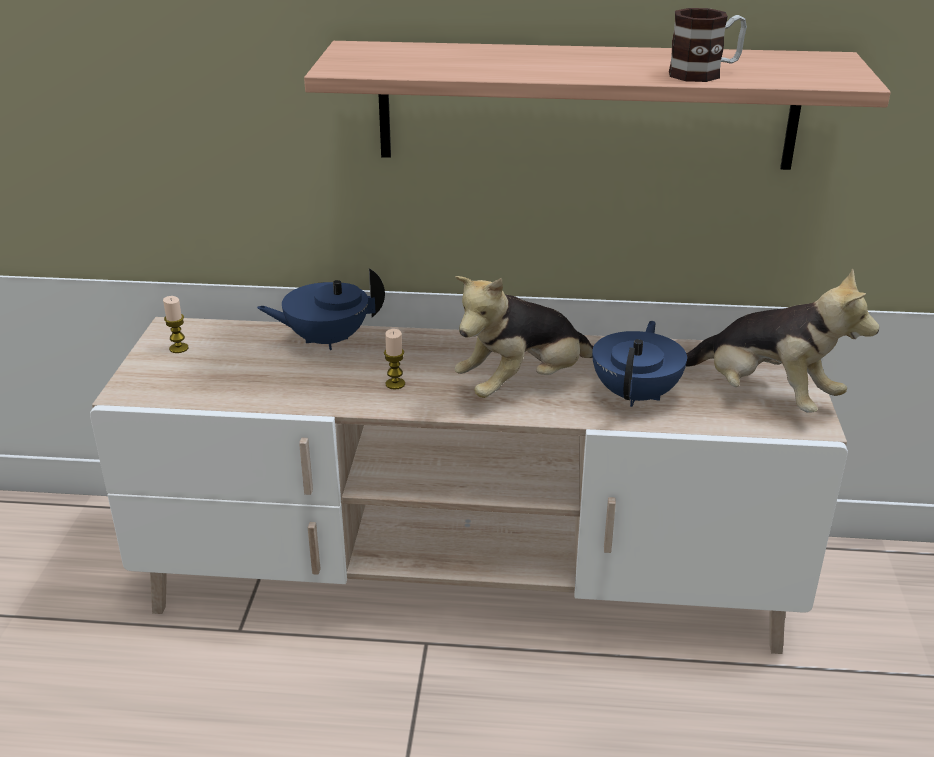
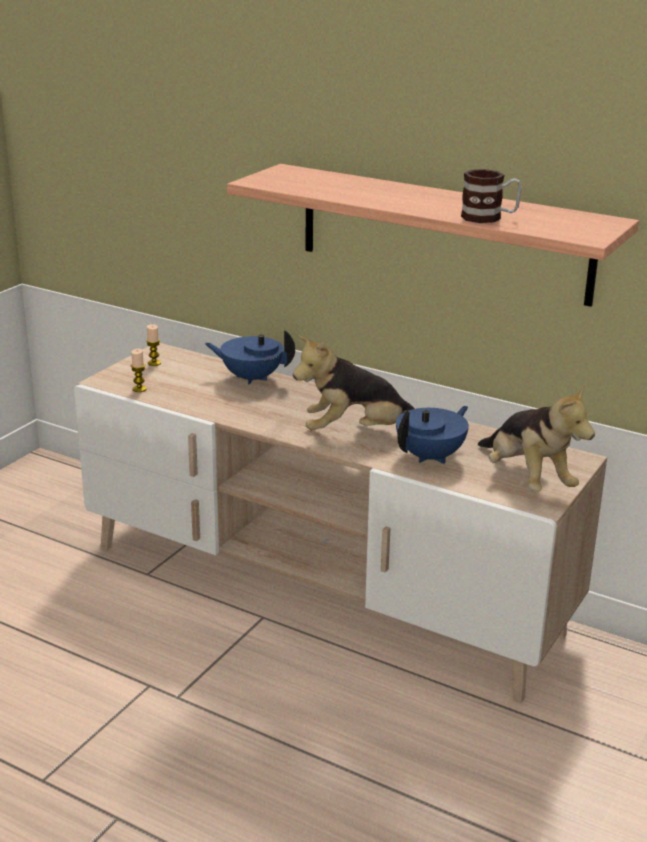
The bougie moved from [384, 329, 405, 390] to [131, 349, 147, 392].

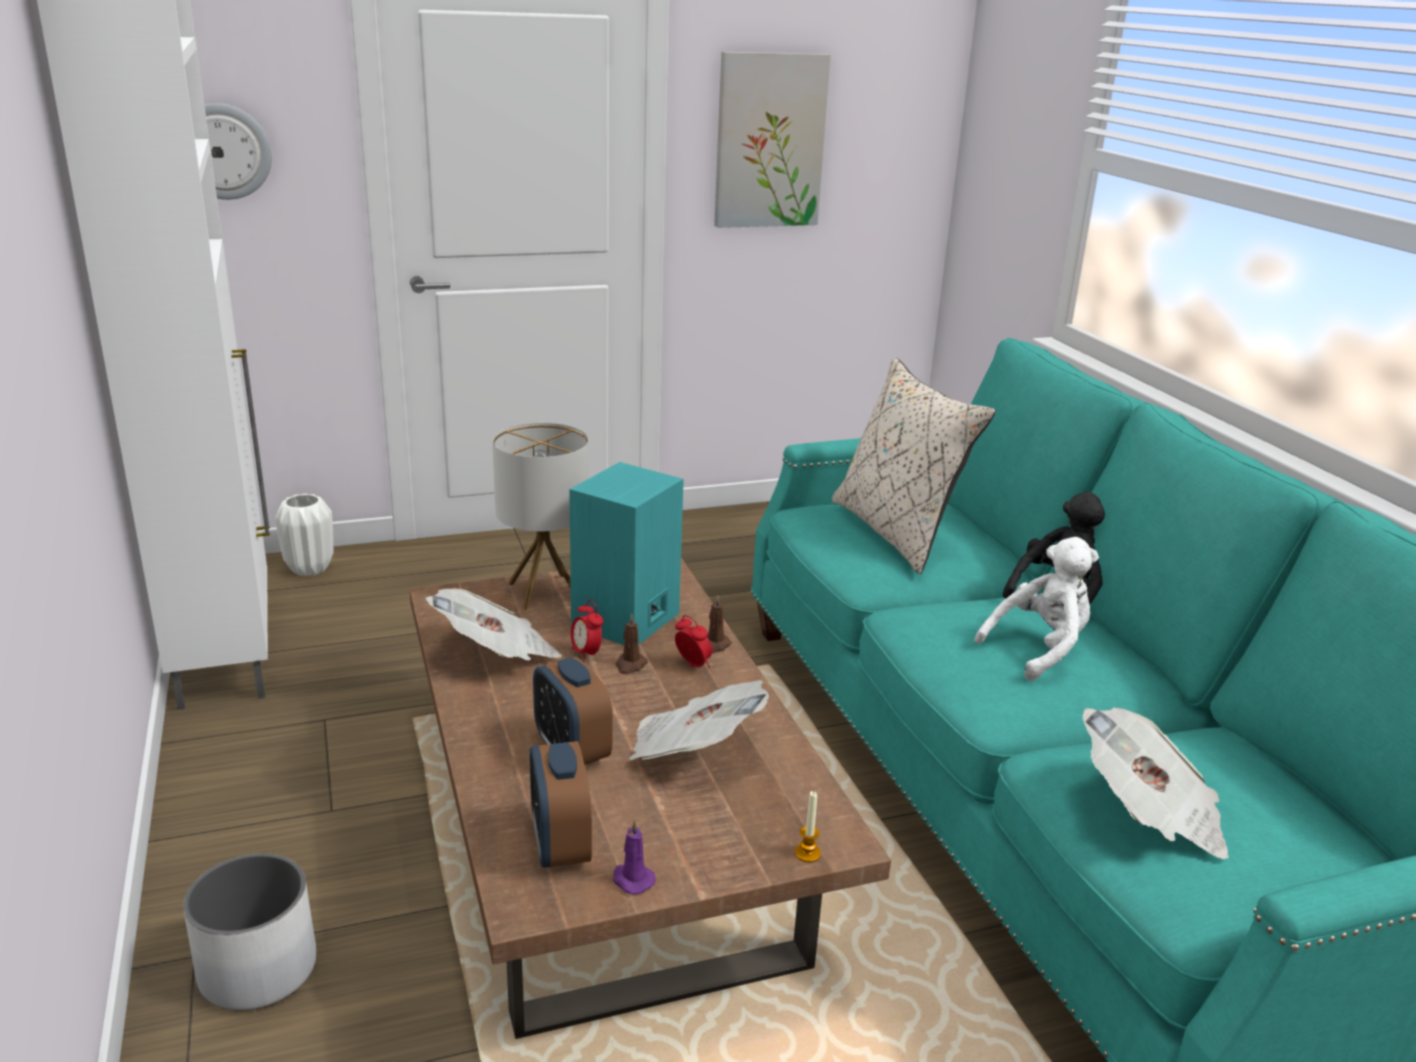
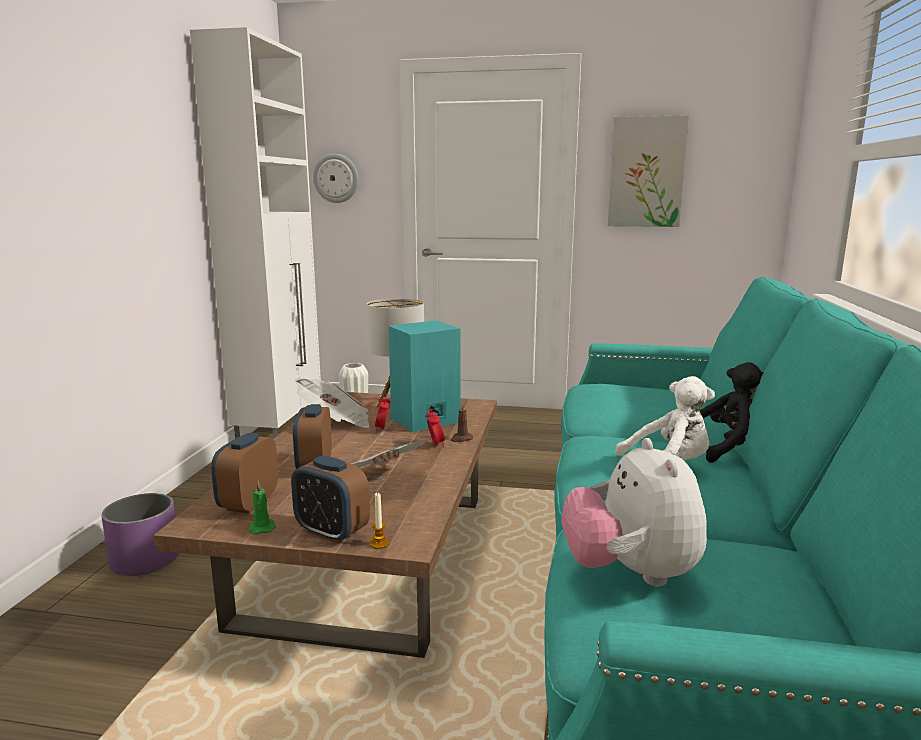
The coussin [beige] at [832, 357, 996, 574] disappeared.
The bougie [marron] at [616, 613, 648, 674] disappeared.
The journal at [1082, 707, 1229, 859] was replaced by the peluche at [561, 438, 707, 586].
The bougie [violet] at [613, 819, 656, 894] became the bougie [vert] at [248, 481, 276, 534].
The cache-pot [blanc] at [183, 853, 316, 1010] became the cache-pot [violet] at [101, 493, 179, 576].
The réveil at [291, 456, 370, 544] appeared.

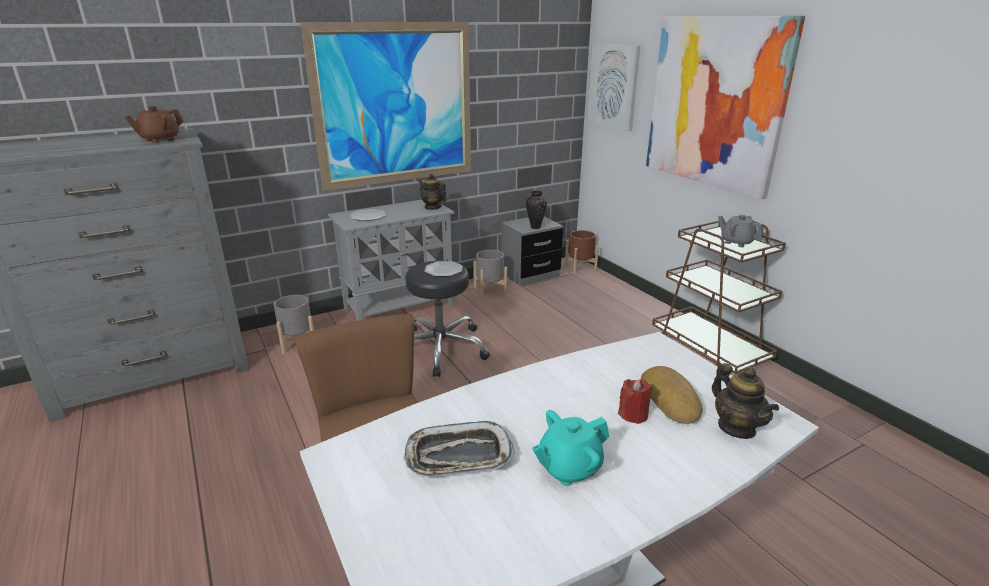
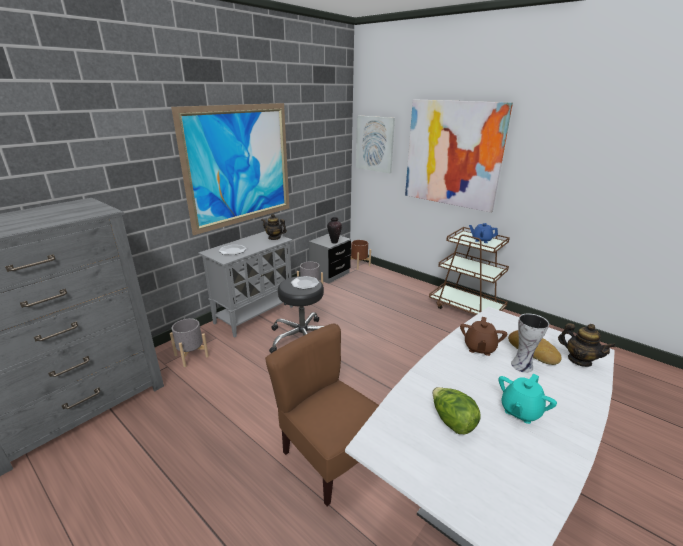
The théière [marron] moved from [125, 106, 183, 143] to [460, 317, 507, 356].
The théière [gris] at [718, 215, 763, 247] became the théière [bleu] at [469, 223, 498, 243].
The bougie [rouge] at [618, 379, 652, 424] was replaced by the vase at [511, 313, 549, 373].
The plateau at [404, 421, 515, 477] was replaced by the laitue at [433, 387, 481, 434].

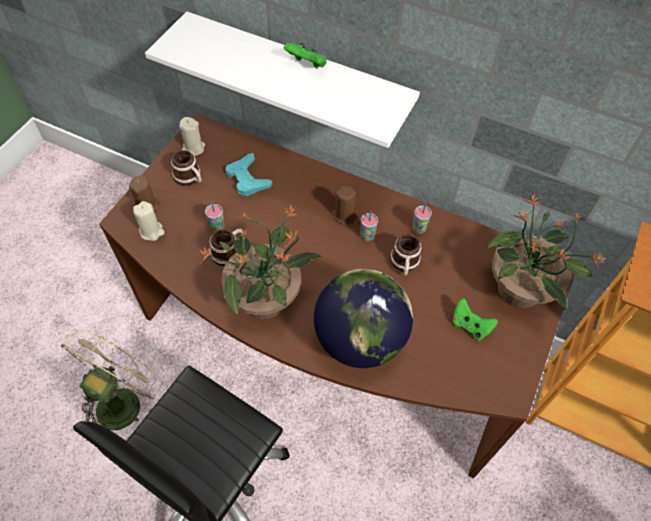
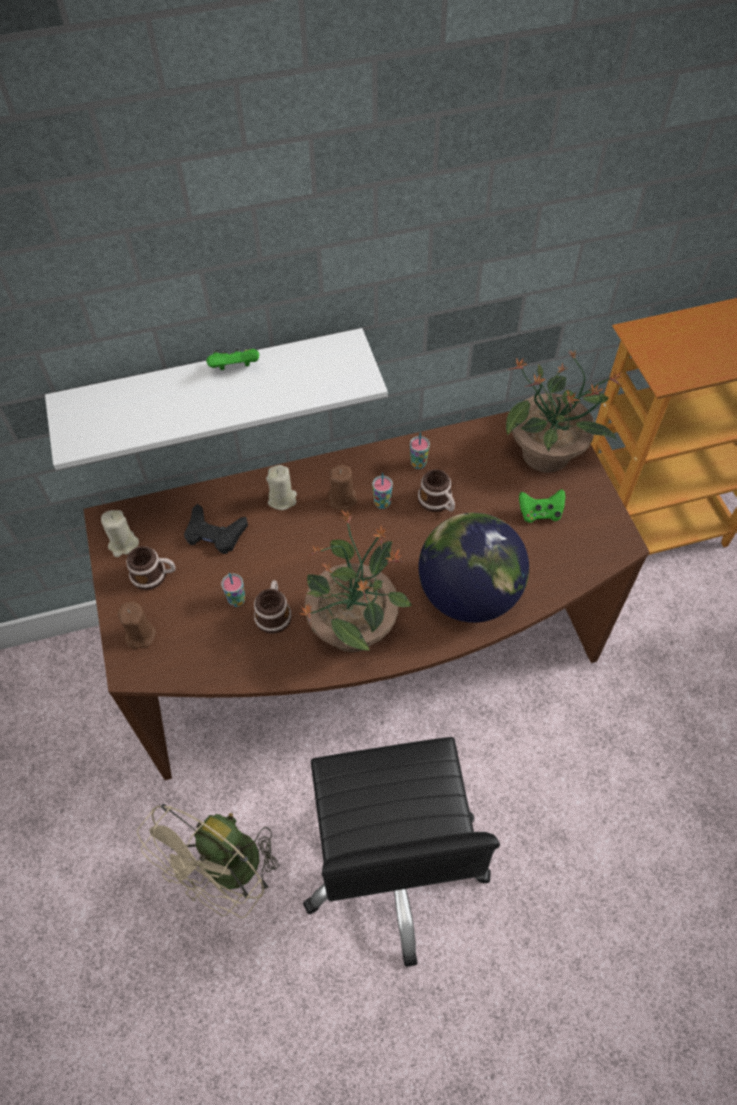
The manette [turquoise] at [226, 153, 272, 196] became the manette [noir] at [184, 504, 248, 554].
The bougie [beige] moved from [133, 201, 165, 241] to [266, 465, 297, 510].
The ventilateur [beige] at [61, 329, 163, 430] turned 135 degrees counterclockwise.

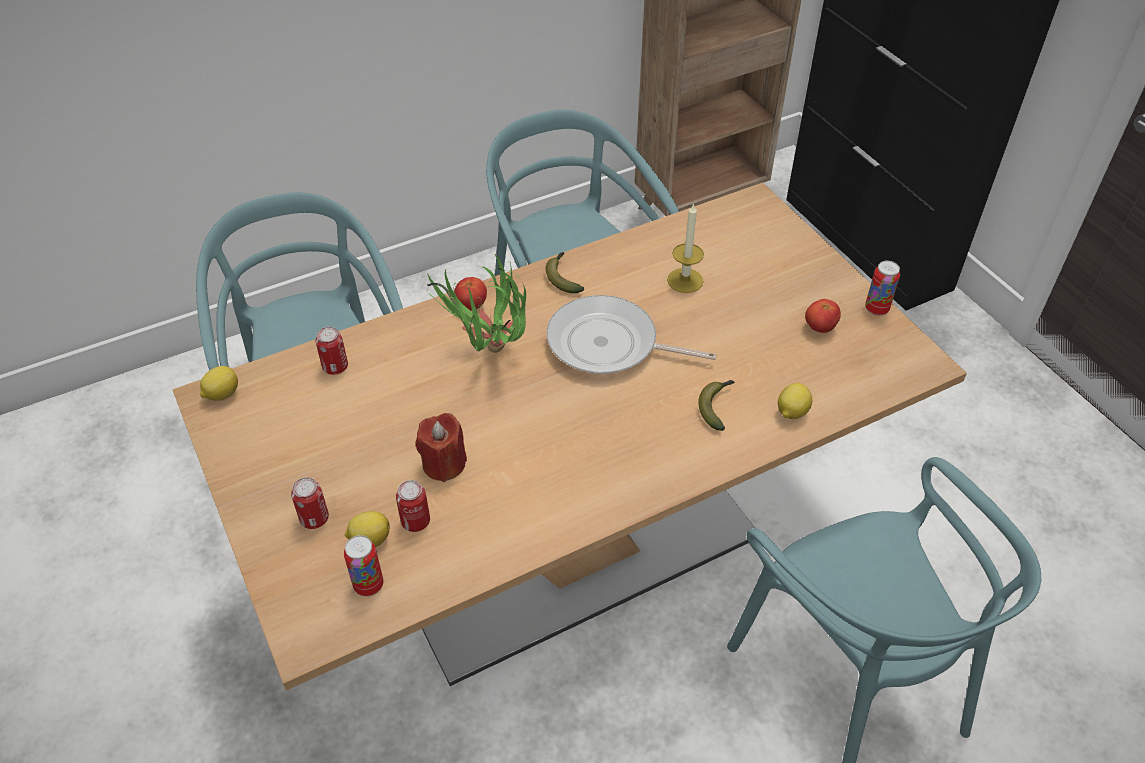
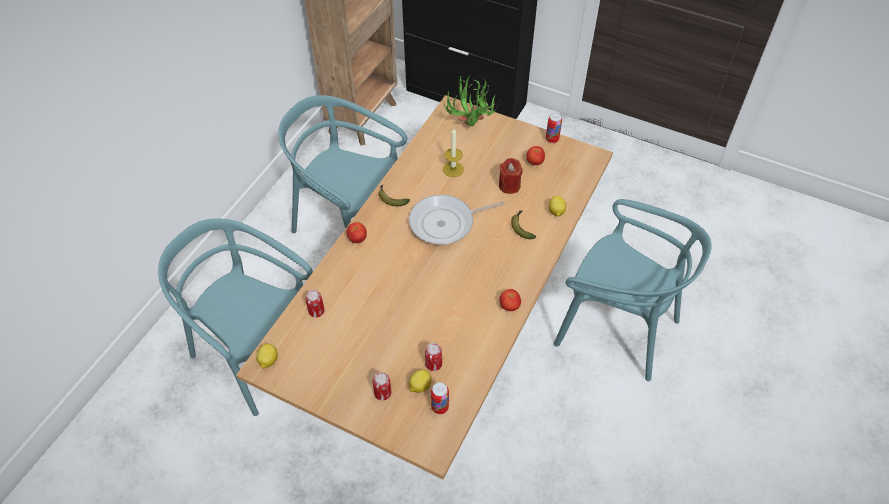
The plante en pot moved from [427, 254, 526, 353] to [443, 75, 499, 126].
The bougie [rouge] moved from [415, 413, 467, 482] to [499, 158, 523, 194].
The tomate at [500, 289, 521, 311] appeared.

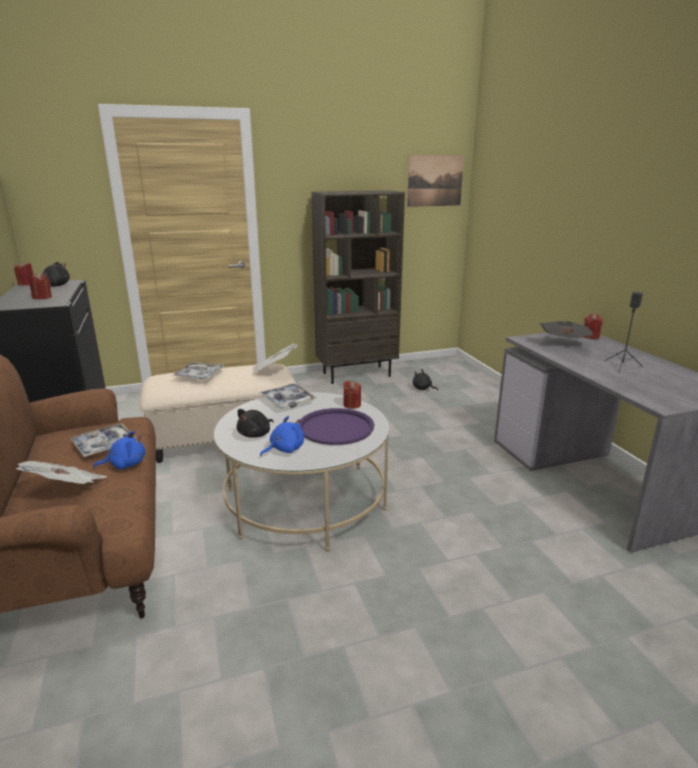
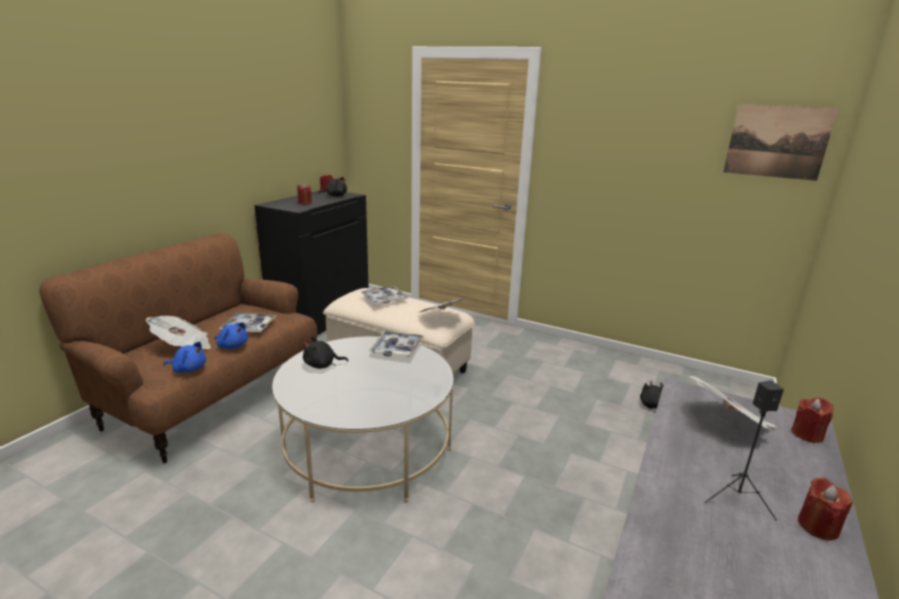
The bibliothèque [marron] at [311, 190, 405, 384] disappeared.
The bougie [rouge] moved from [343, 381, 361, 409] to [798, 477, 853, 541].
The plateau [violet] at [299, 408, 374, 445] disappeared.
The peluche [bleu] moved from [260, 416, 304, 456] to [163, 341, 206, 373].

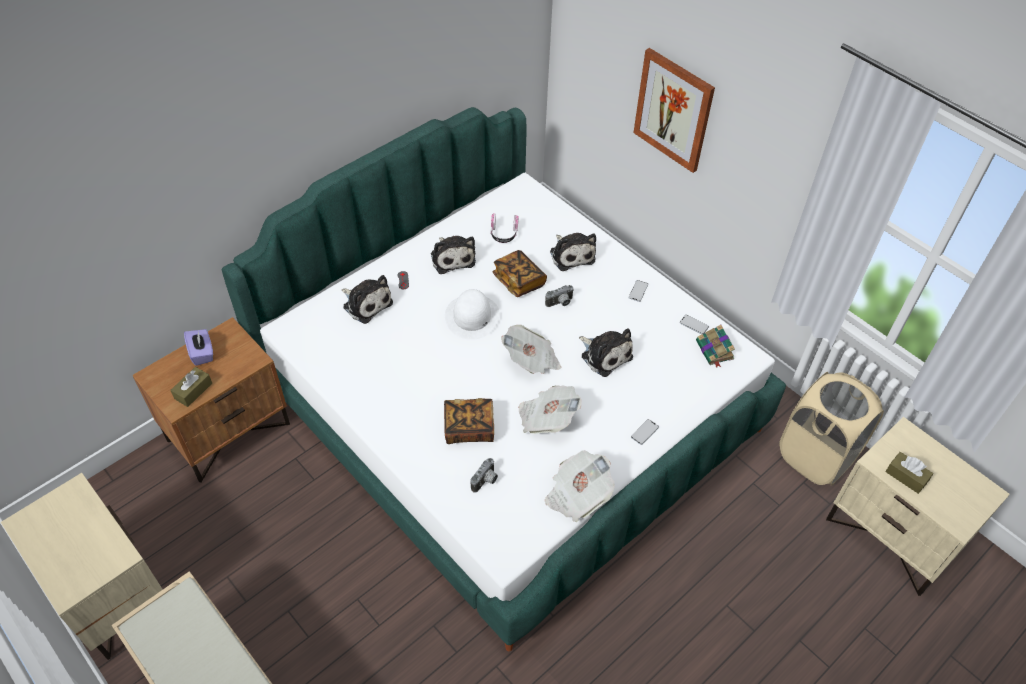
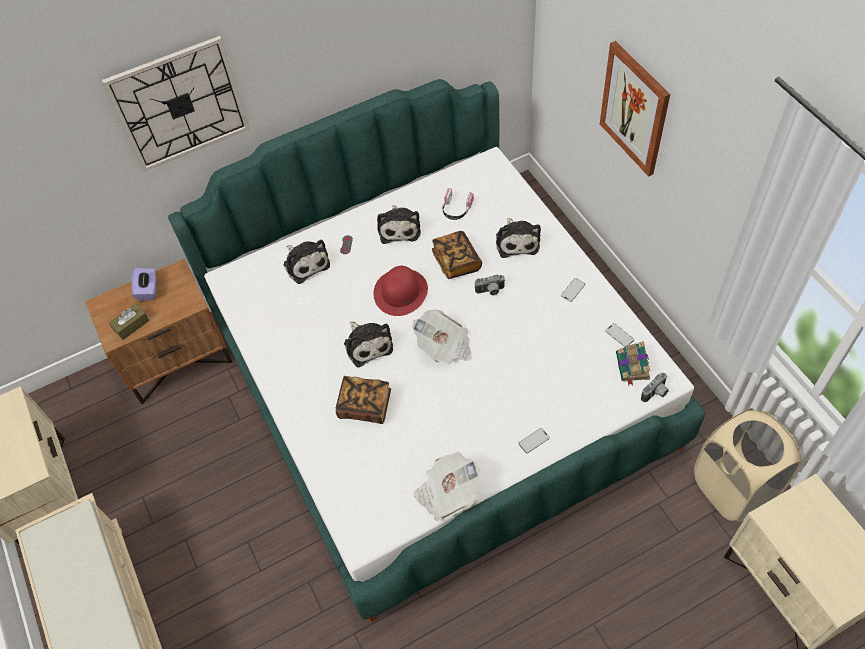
The chapeau [blanc] at [445, 289, 500, 340] became the chapeau [rouge] at [374, 266, 428, 316].
The peluche moved from [579, 328, 633, 377] to [344, 322, 393, 367].
The journal at [518, 385, 582, 434] disappeared.
The boîte à mouchoirs [marron] at [885, 452, 933, 494] disappeared.
The appareil photo moved from [470, 458, 498, 492] to [641, 373, 669, 402].
The horloge murale at [102, 36, 250, 172] appeared.

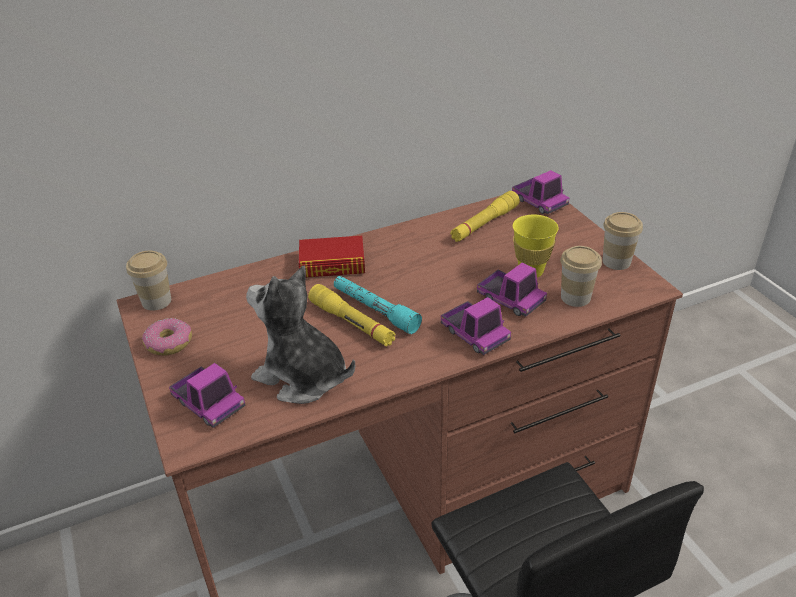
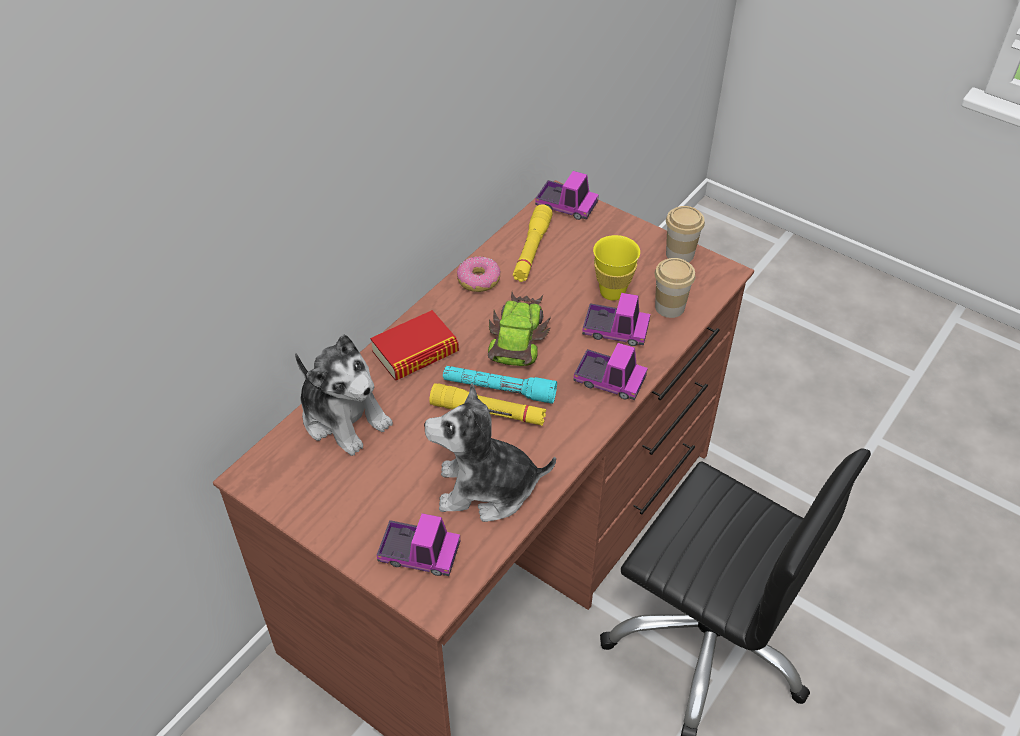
The tasse at [126, 251, 171, 311] disappeared.
The beignet moved from [142, 318, 192, 356] to [457, 256, 501, 292].
The petite voiture at [488, 292, 551, 366] appeared.
The peluche at [295, 334, 393, 456] appeared.

